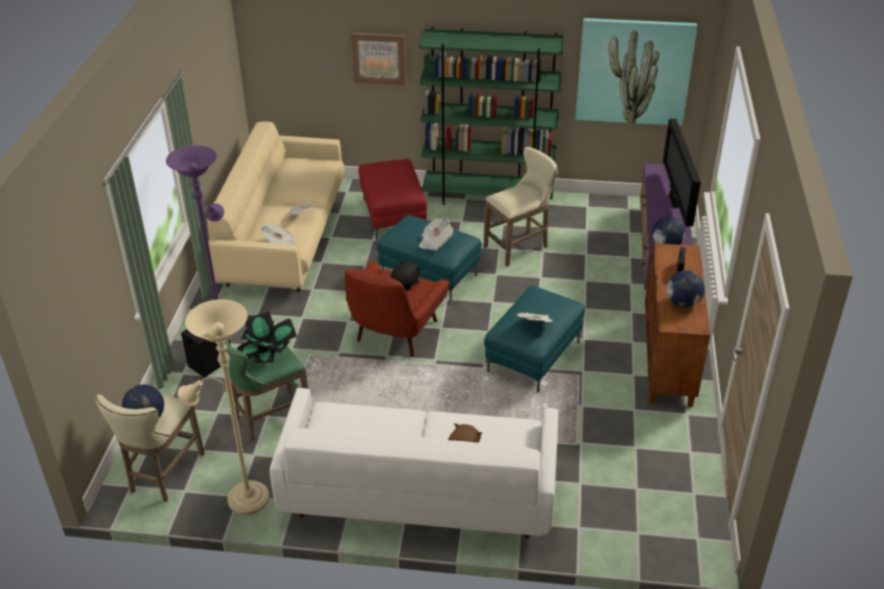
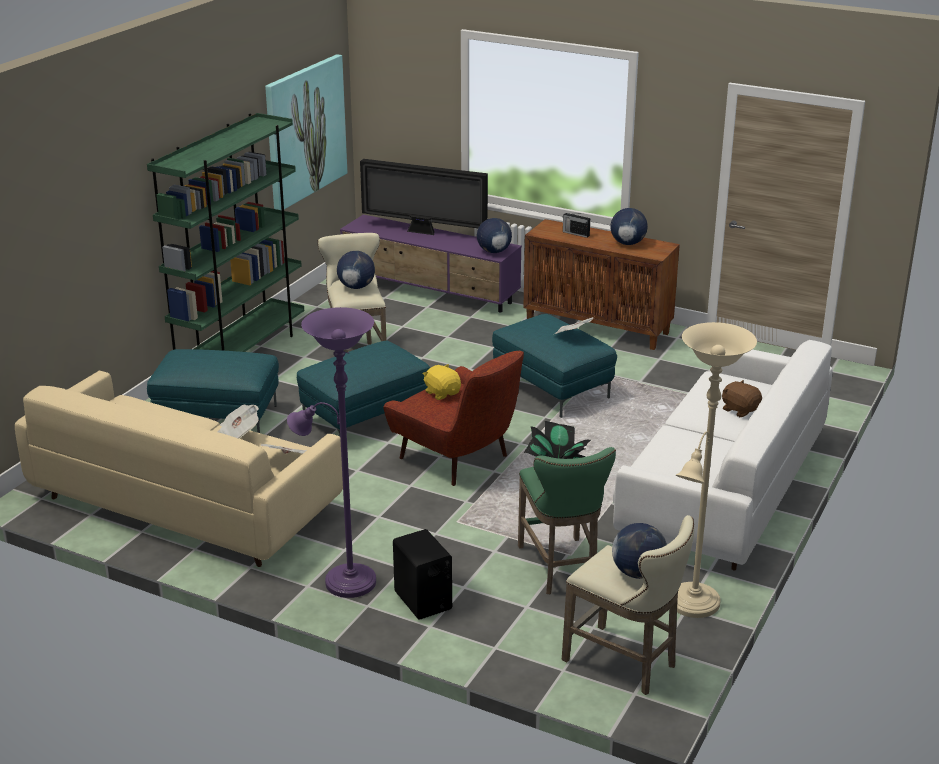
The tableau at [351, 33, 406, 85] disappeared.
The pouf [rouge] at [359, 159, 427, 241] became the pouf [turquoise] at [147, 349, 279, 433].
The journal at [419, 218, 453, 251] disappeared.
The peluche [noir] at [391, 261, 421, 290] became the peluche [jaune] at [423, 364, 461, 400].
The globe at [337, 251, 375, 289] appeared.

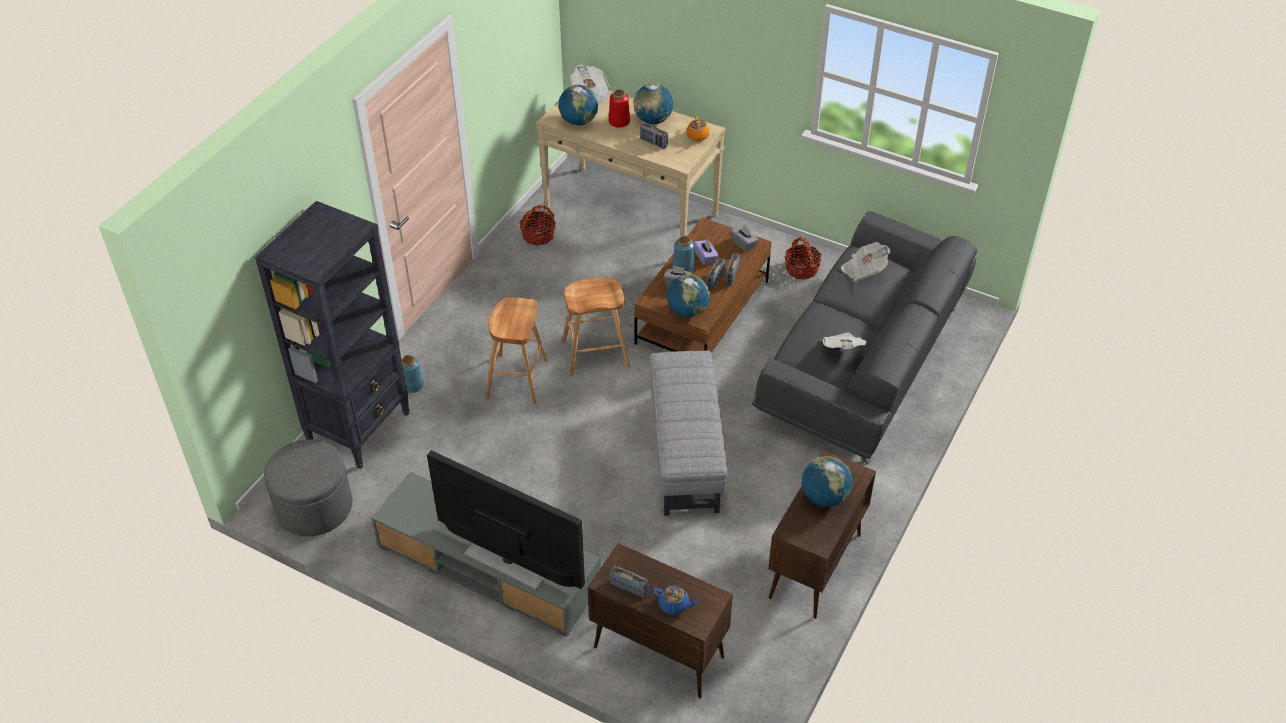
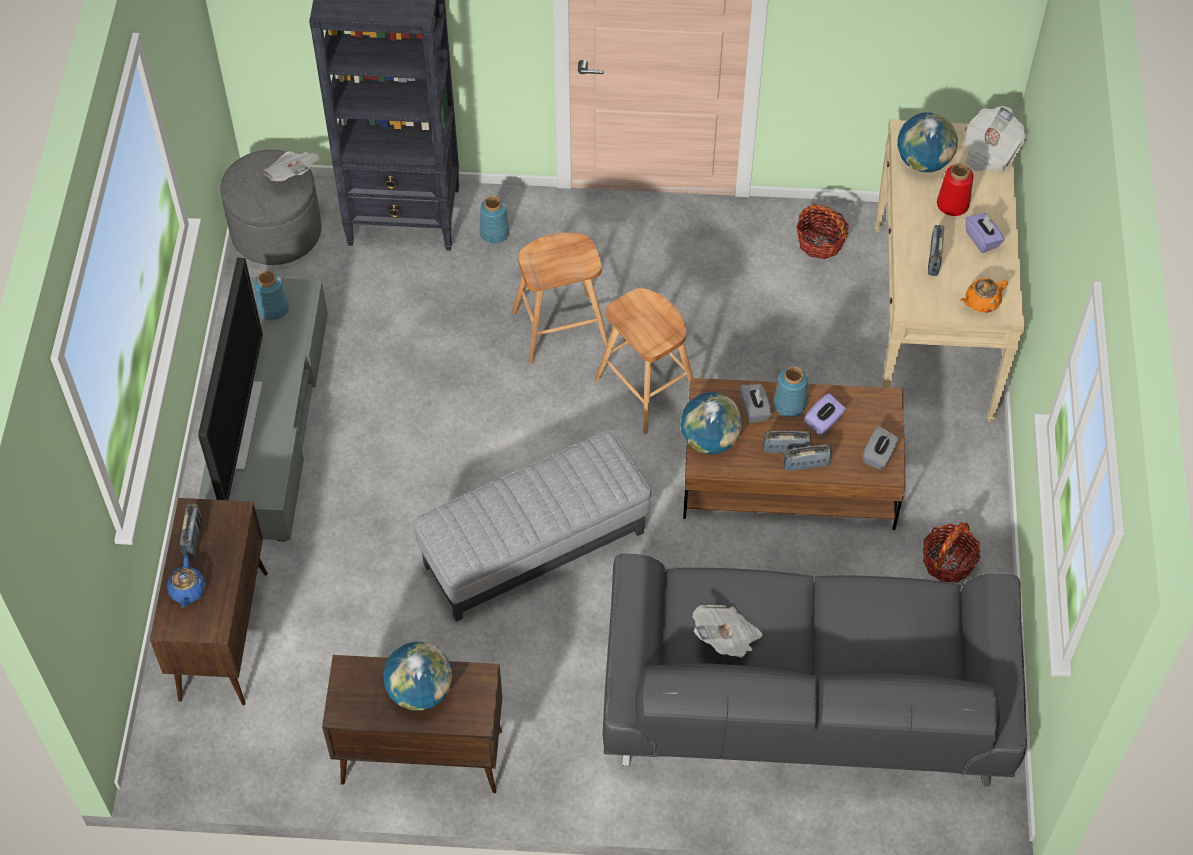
The globe at [633, 84, 673, 124] was replaced by the boîte à mouchoirs [violet] at [965, 213, 1005, 253].
The journal moved from [841, 242, 891, 282] to [263, 151, 319, 181].
The vase [bleu] at [254, 270, 289, 320] appeared.

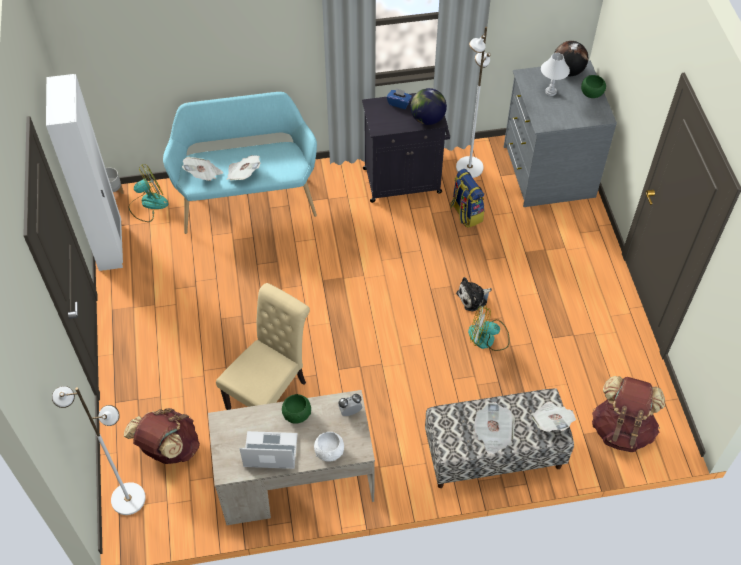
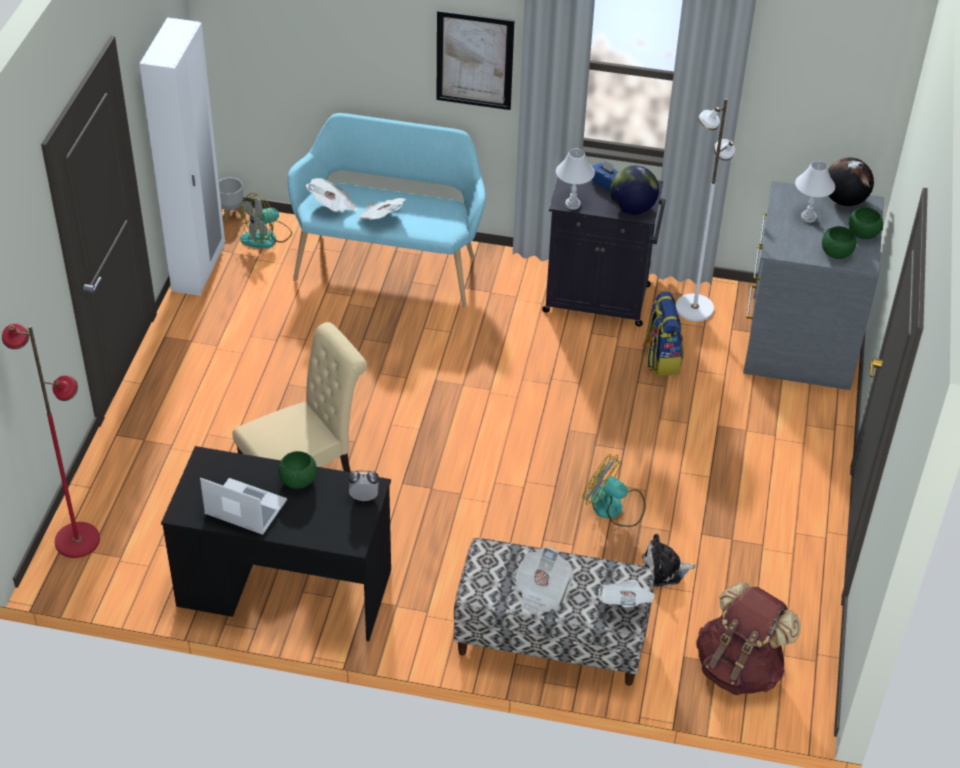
The ventilateur at [129, 164, 169, 222] turned 150 degrees clockwise.
The peluche moved from [456, 277, 492, 311] to [642, 534, 696, 587].
The lampadaire [blanc] at [52, 386, 146, 515] became the lampadaire [rouge] at [2, 324, 100, 558].
The bureau [beige] at [208, 390, 375, 525] became the bureau [noir] at [161, 446, 391, 641].
The sac à dos [marron] at [124, 408, 200, 464] disappeared.
The bol [blanc] at [314, 432, 344, 462] disappeared.
The tableau at [437, 10, 515, 110] appeared.
The lampe de table [blanc] at [556, 149, 595, 210] appeared.
The bol [vert] at [822, 226, 856, 259] appeared.

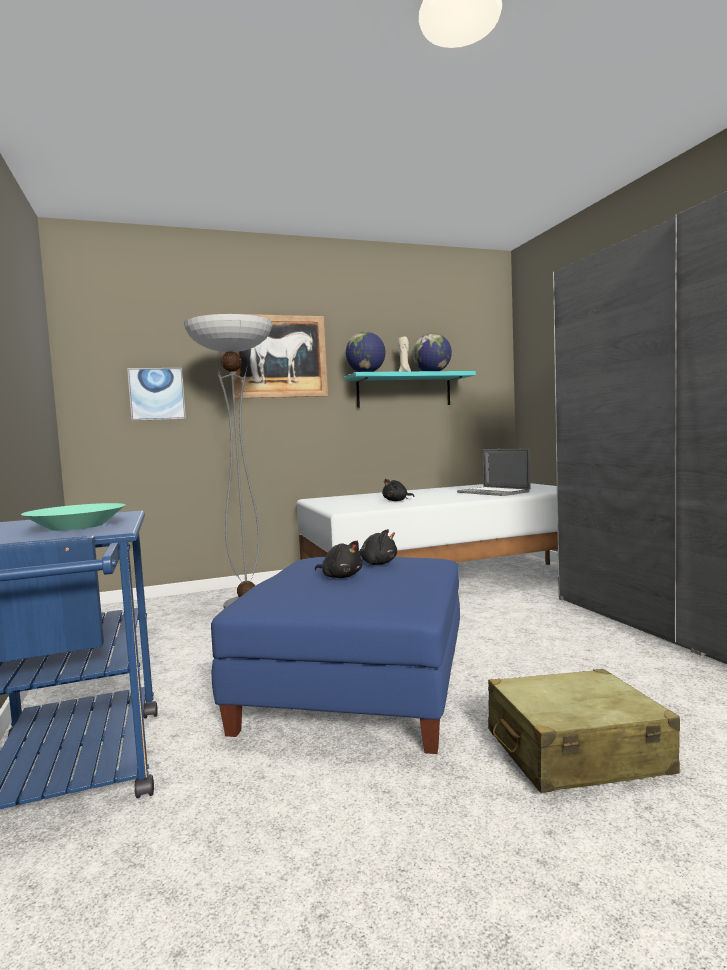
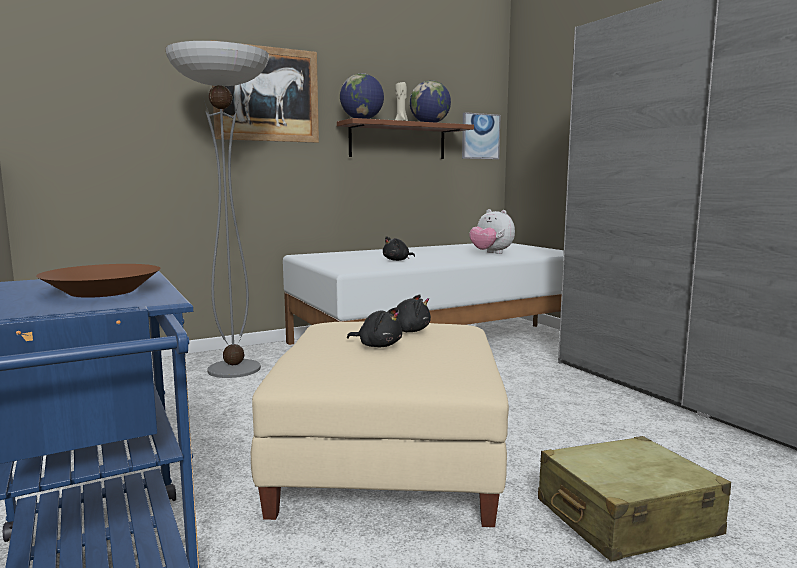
The tableau moved from [127, 368, 186, 421] to [462, 112, 501, 159].
The étagère [turquoise] at [345, 371, 476, 408] became the étagère [marron] at [337, 118, 474, 159].
The ordinateur portable at [457, 449, 530, 496] was replaced by the peluche at [469, 209, 515, 254].
The bol [turquoise] at [21, 503, 125, 531] became the bol [marron] at [36, 264, 161, 298].
The pouf [bleu] at [211, 556, 460, 754] became the pouf [beige] at [251, 322, 509, 527].

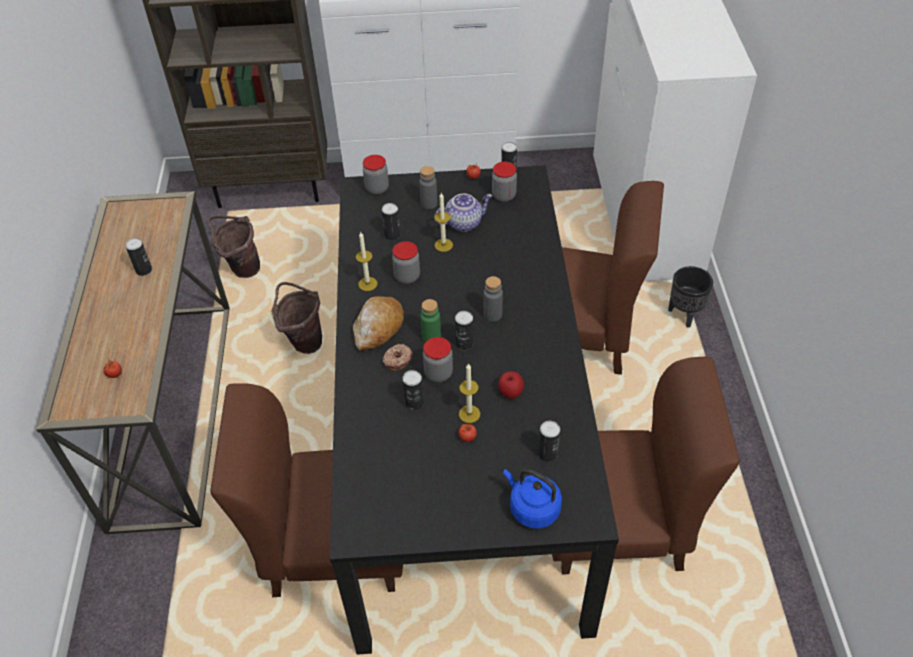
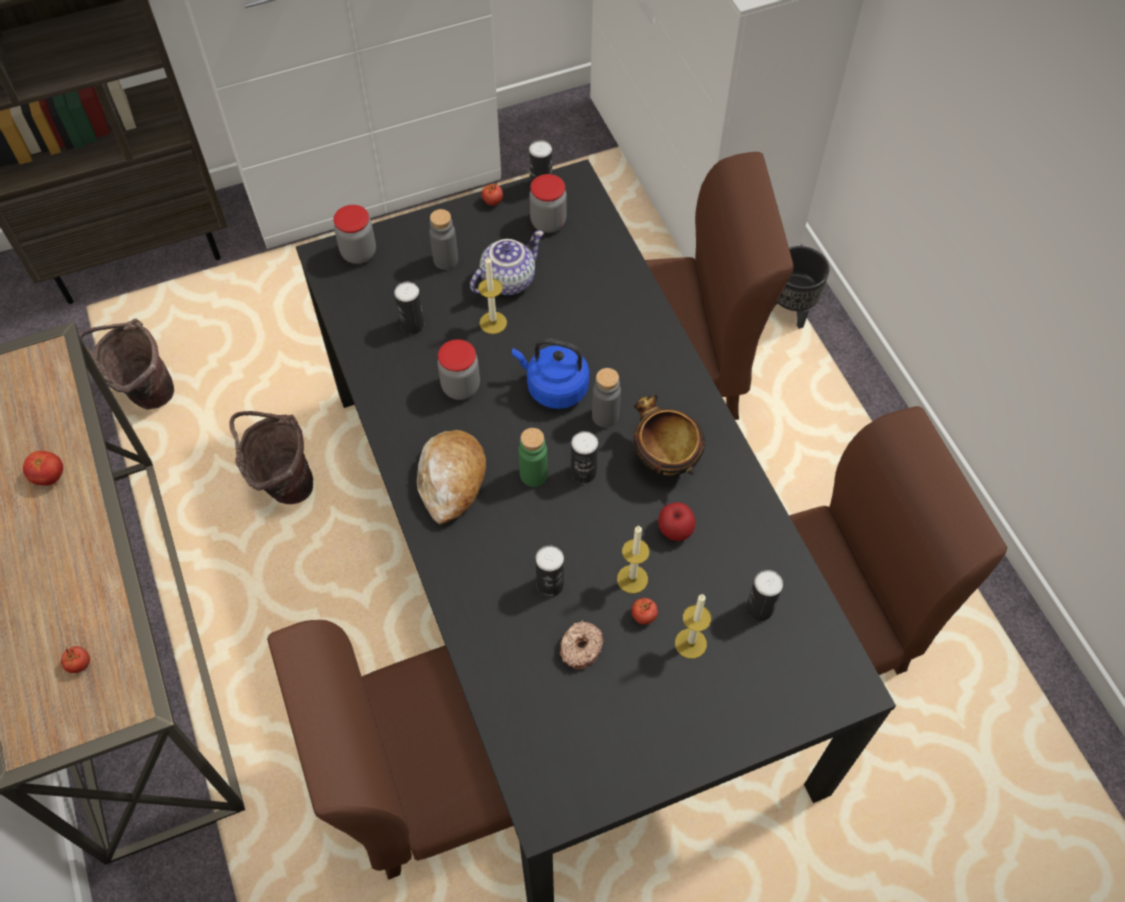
The bougie moved from [356, 231, 377, 291] to [675, 594, 711, 659].
The boîte métallique at [125, 238, 152, 276] was replaced by the tomate at [23, 451, 63, 486].
The bocal at [423, 337, 453, 382] disappeared.
The beignet moved from [383, 343, 413, 371] to [560, 620, 604, 669].
The bouilloire [bleu] moved from [503, 469, 562, 529] to [512, 338, 589, 409].
The bol at [634, 394, 705, 476] appeared.

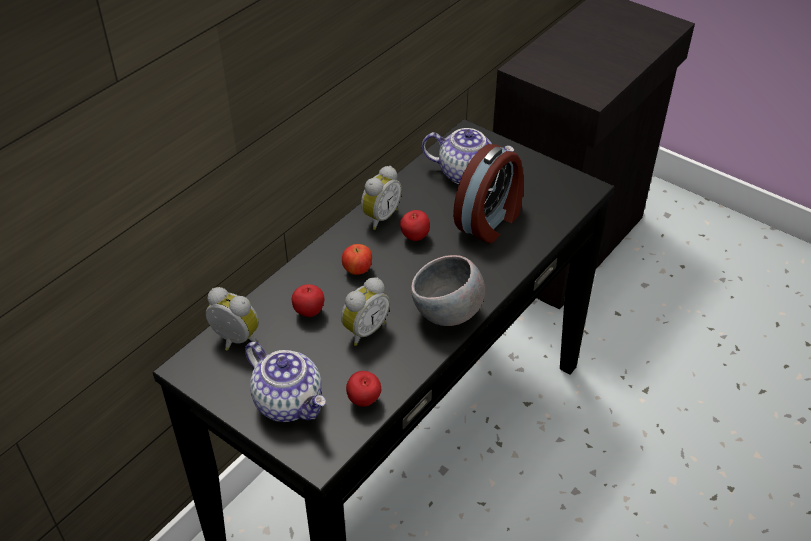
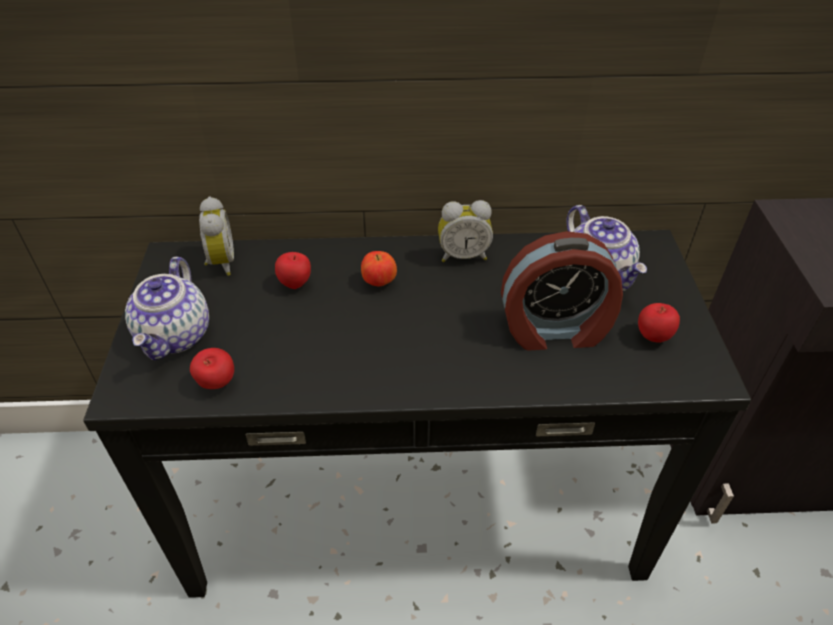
The pomme moved from [400, 210, 430, 241] to [638, 303, 680, 343].
The bol [gris] at [411, 255, 485, 326] disappeared.
The réveil at [341, 277, 390, 346] disappeared.

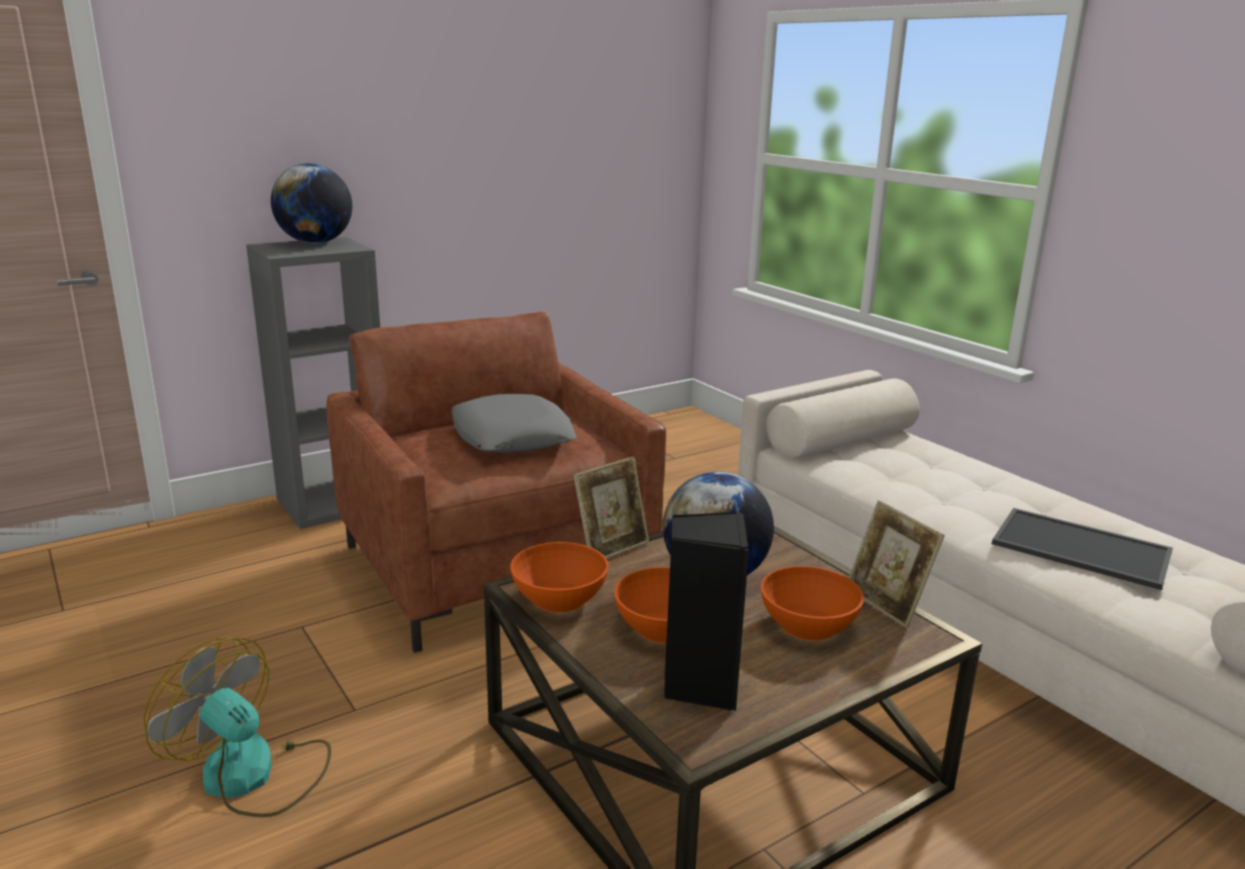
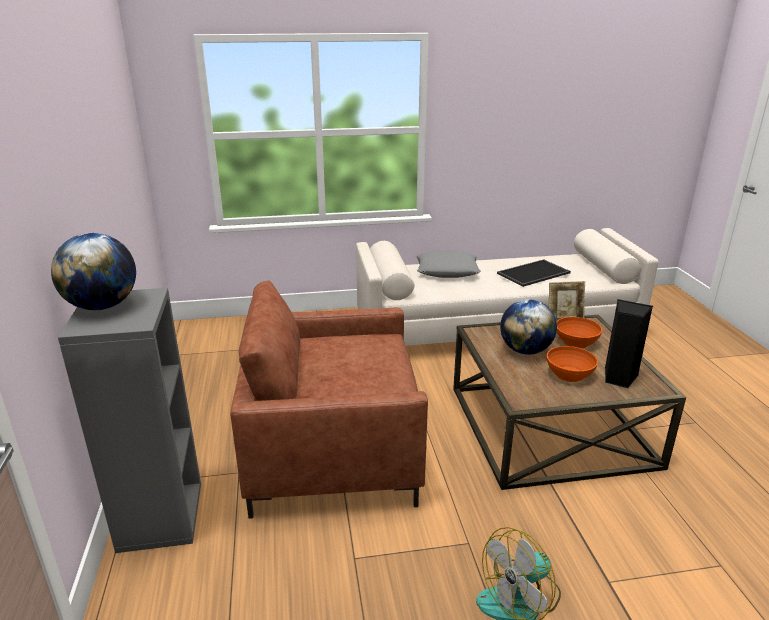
The coussin [gris] moved from [451, 394, 577, 453] to [416, 251, 481, 278].
The cadre photo at [573, 457, 649, 559] disappeared.
The bol [orange] at [510, 542, 608, 613] disappeared.

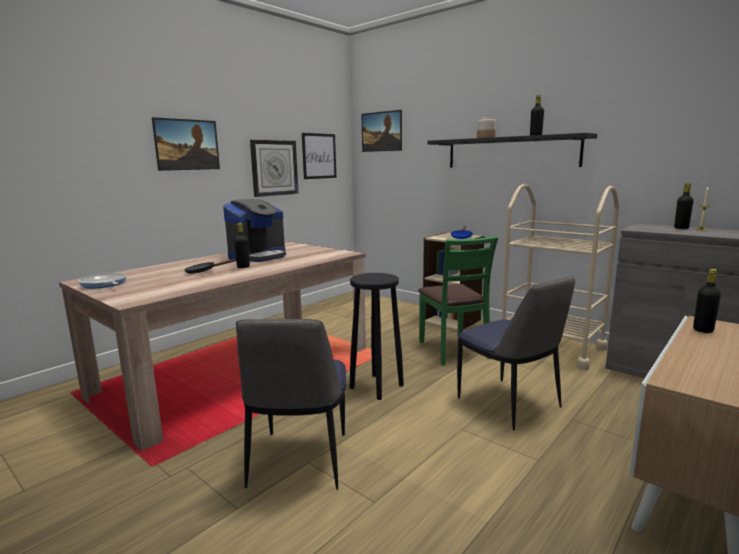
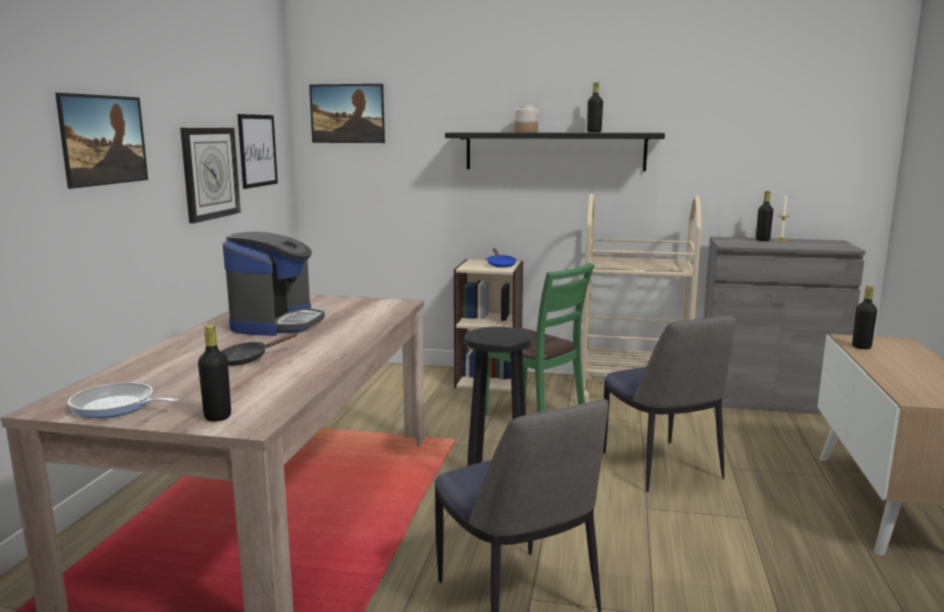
The bouteille [noir] moved from [234, 223, 250, 268] to [198, 325, 231, 421].
The chaise at [457, 275, 575, 431] turned 45 degrees clockwise.

